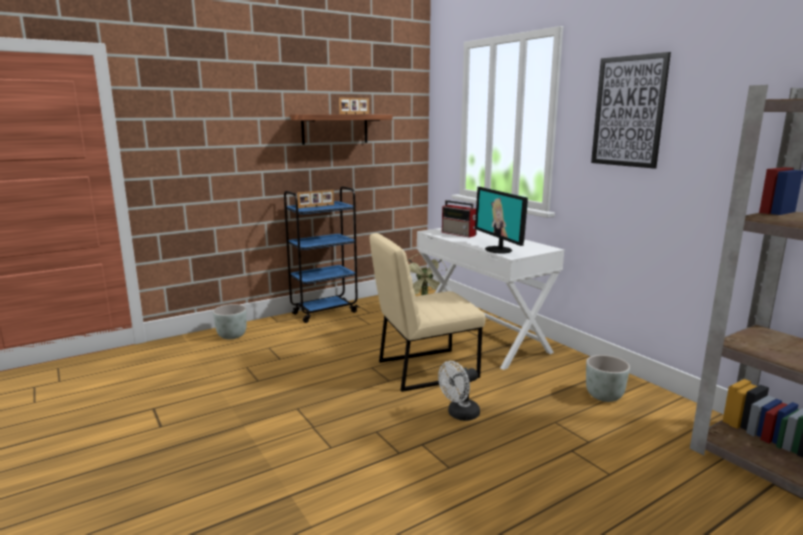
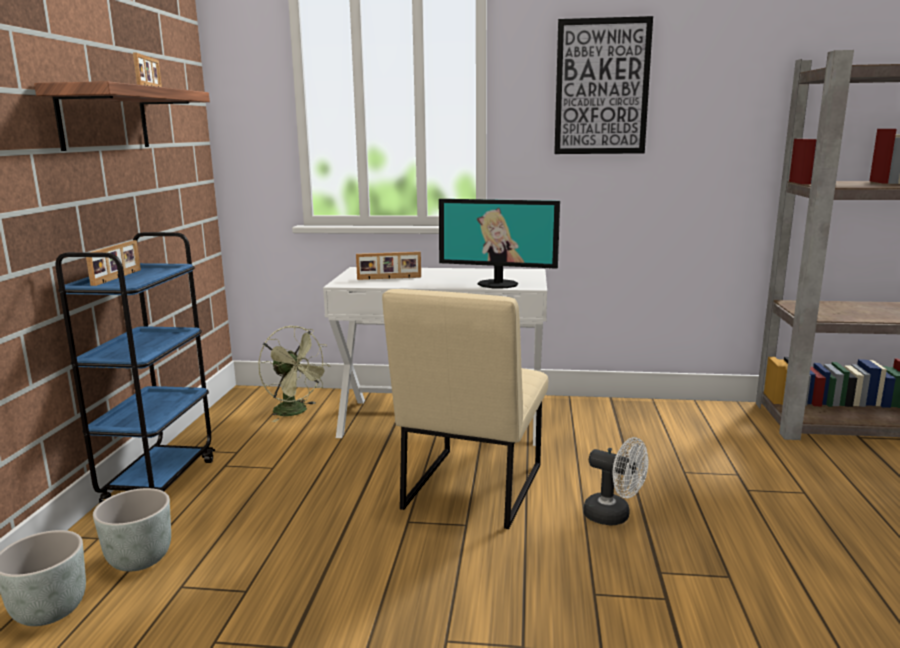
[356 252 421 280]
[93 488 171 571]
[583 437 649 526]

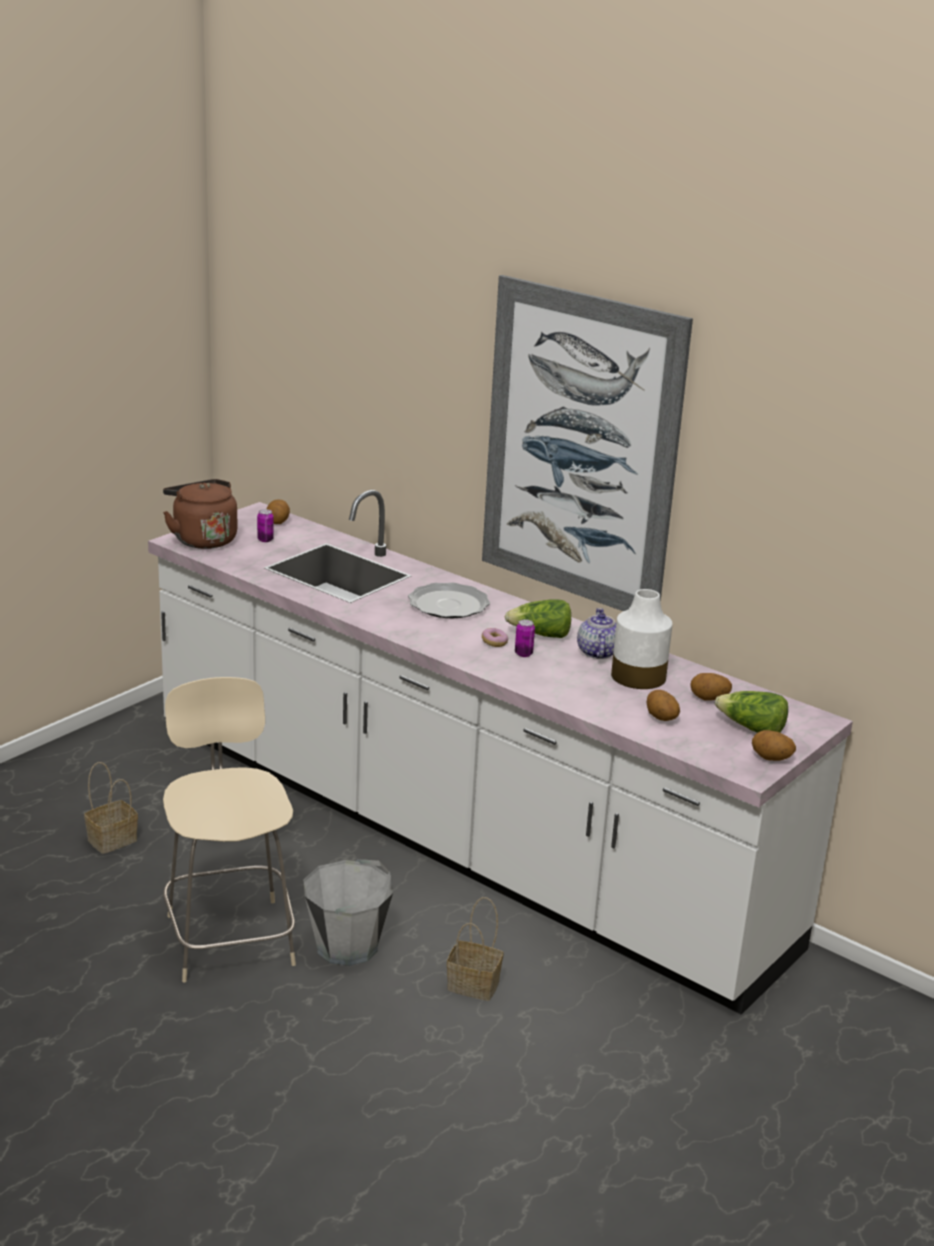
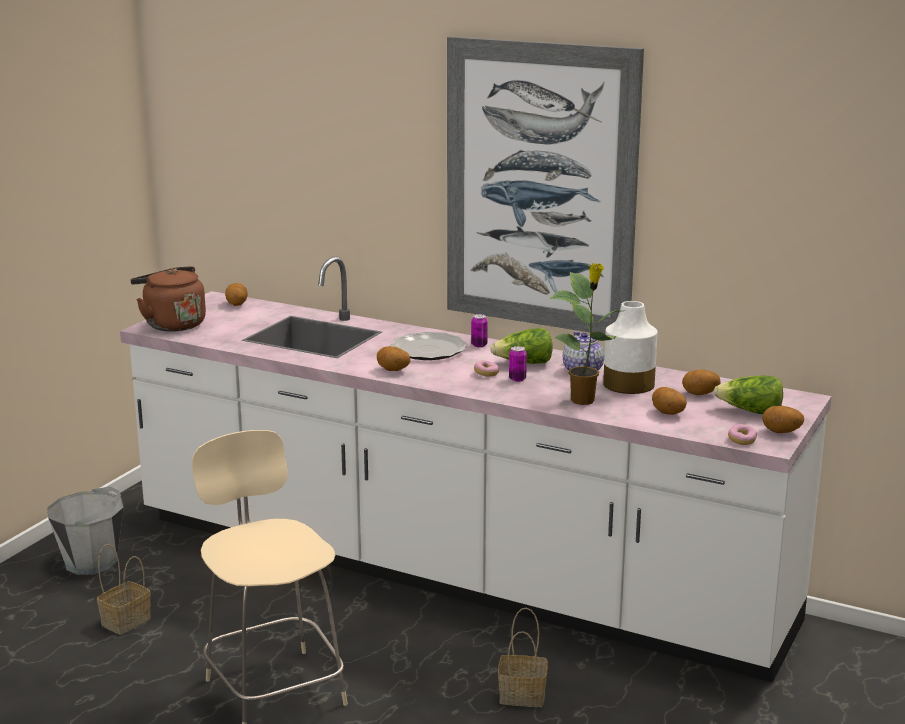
[471 314 488 347]
[47 486 124 575]
[550 263 621 405]
[377 346 410 371]
[728 424 757 445]

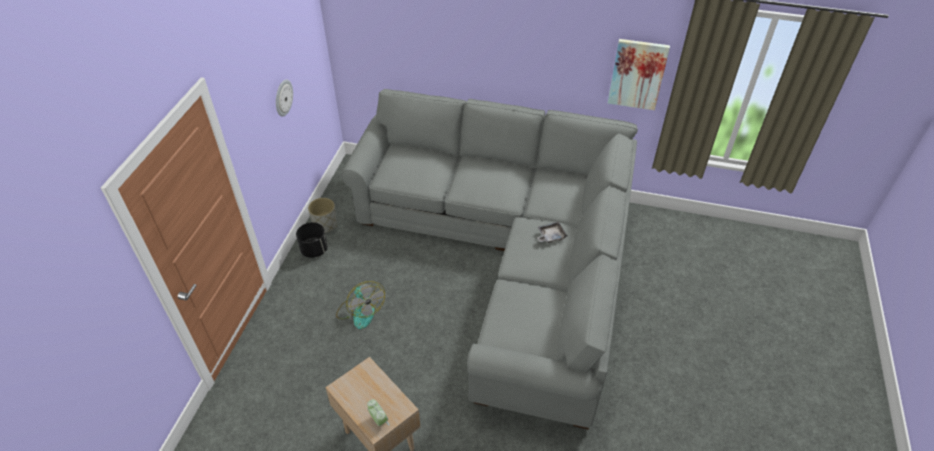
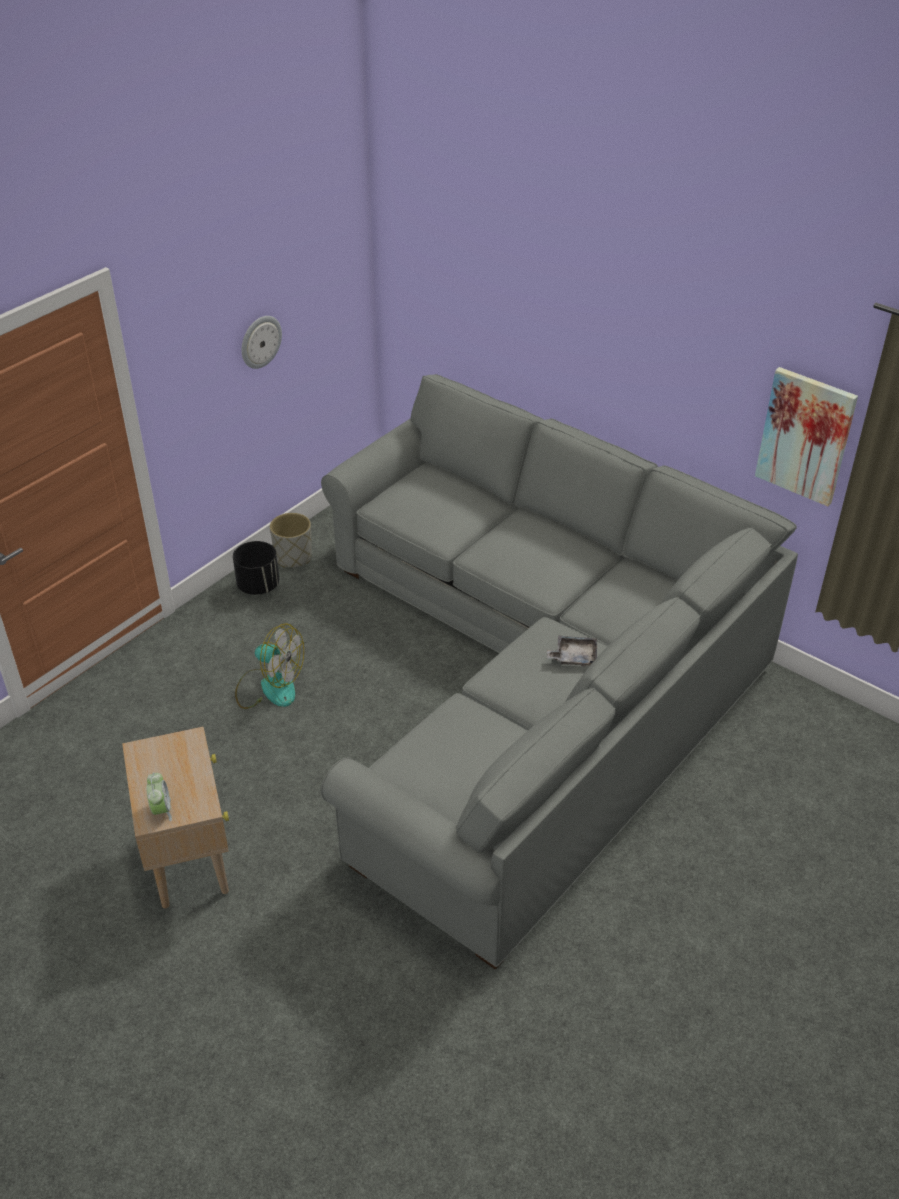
[235 623 304 709]

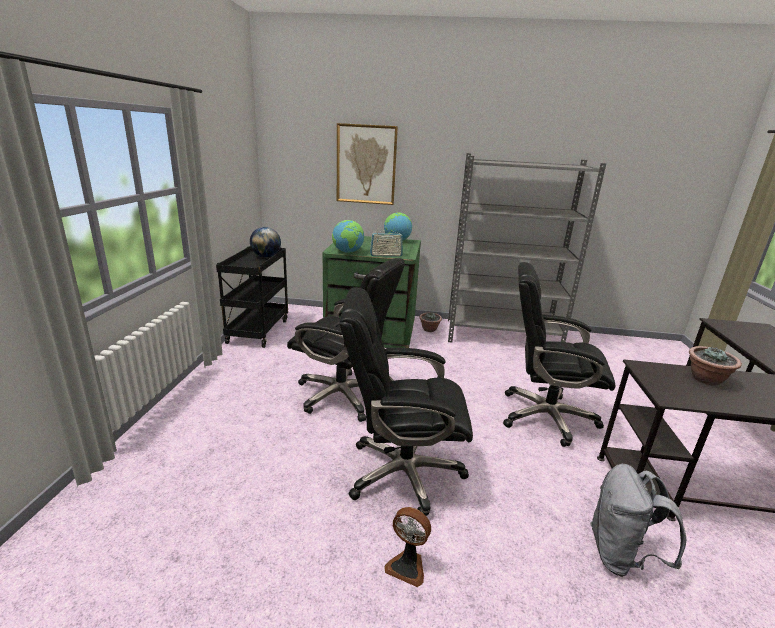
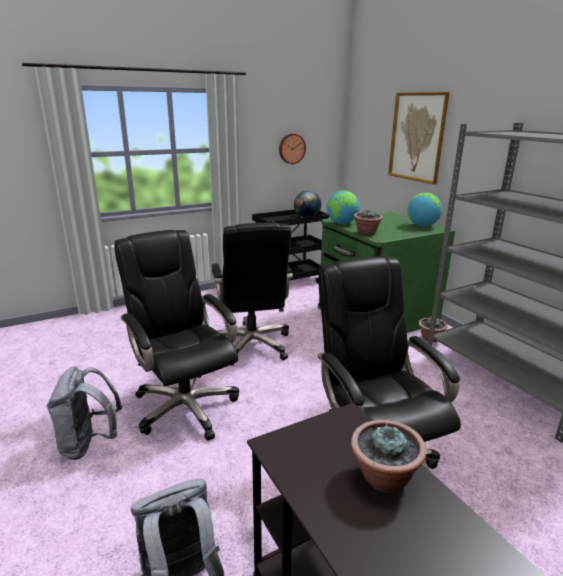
[354 210 383 235]
[46 367 122 460]
[279 134 306 164]

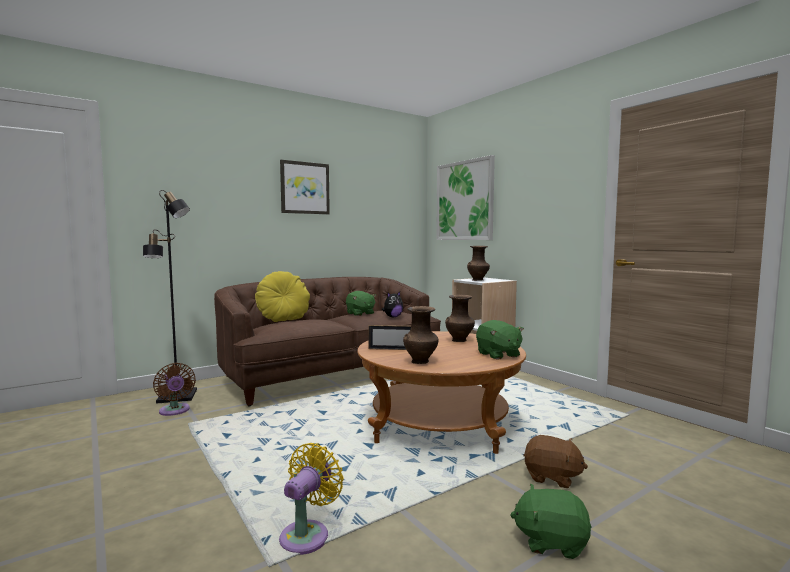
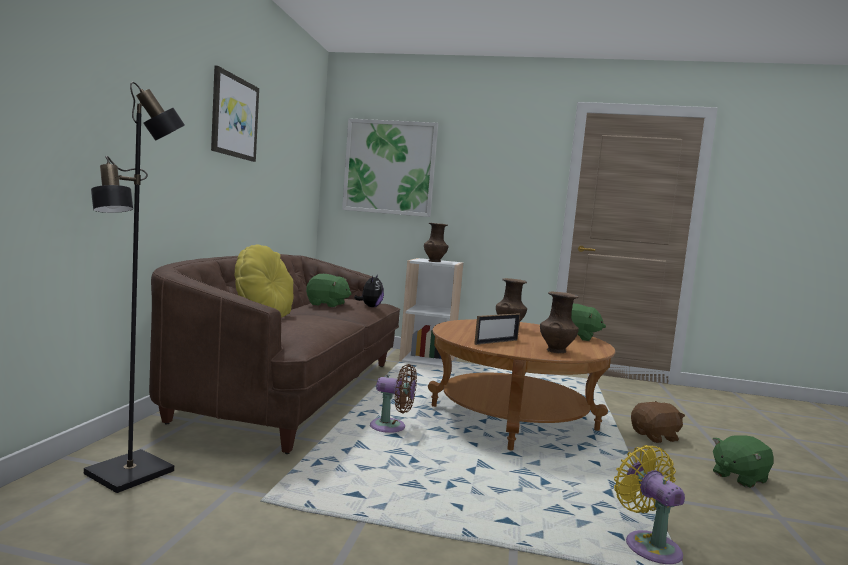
[370 364 417 433]

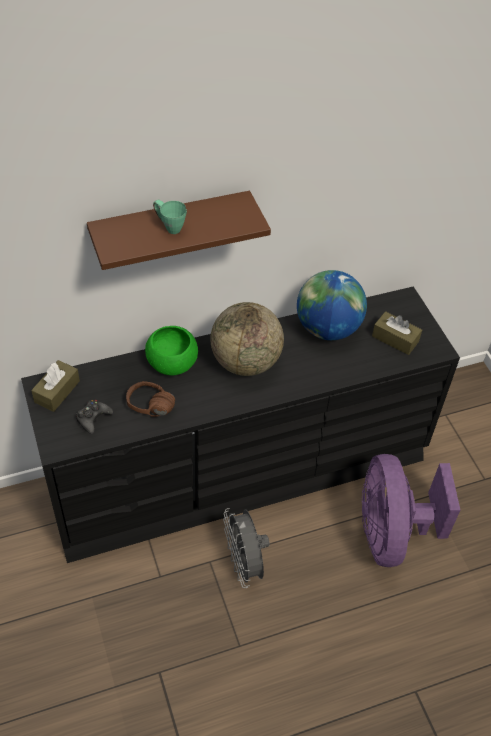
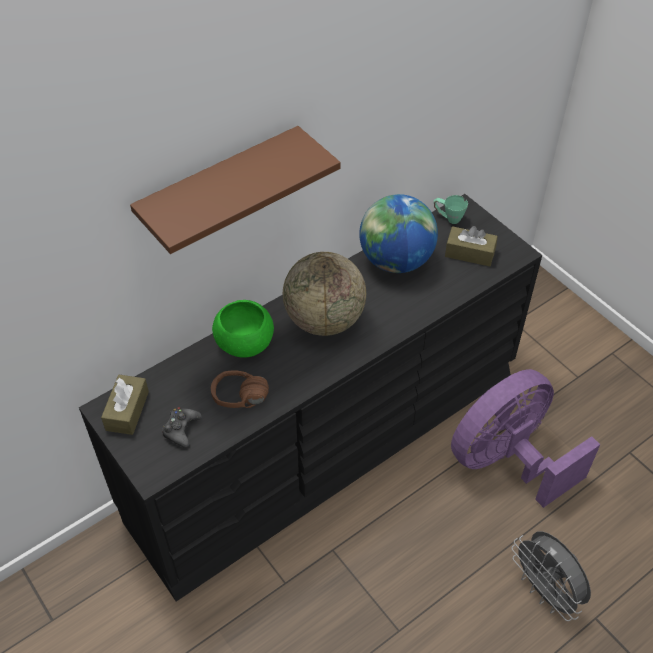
[434 195 468 224]
[451 369 600 508]
[511 531 591 621]

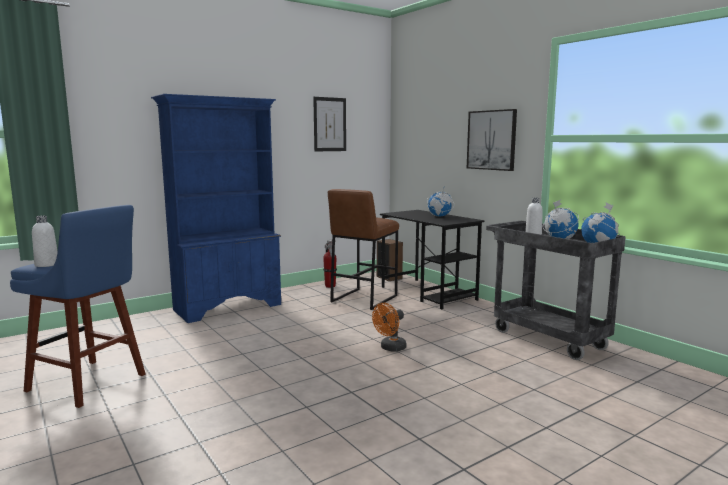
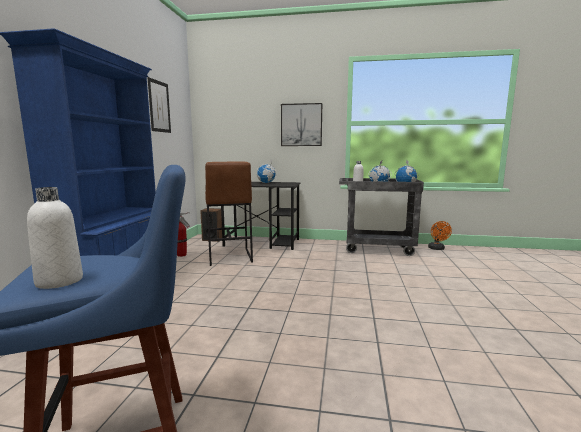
[428 221 452 250]

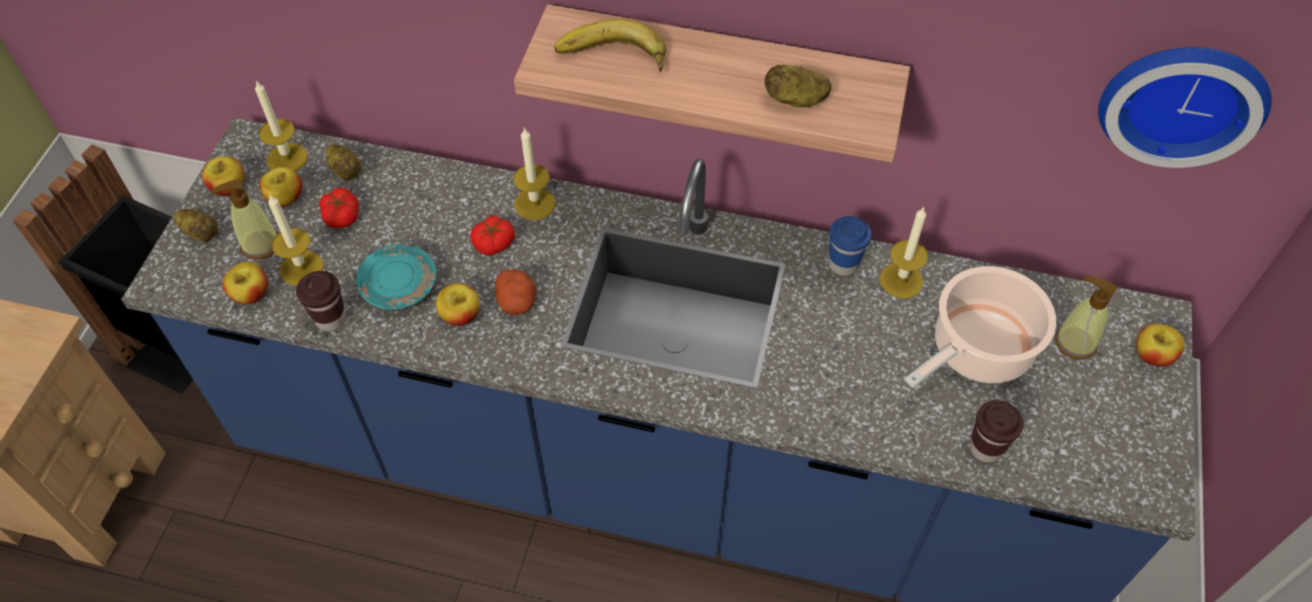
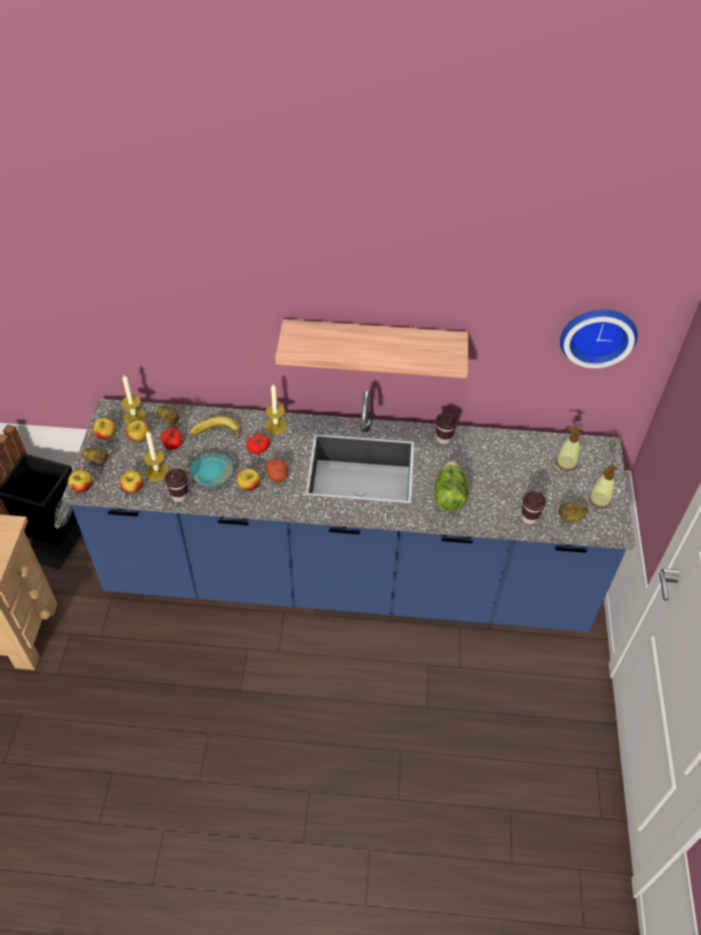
[190 416 240 439]
[558 503 588 522]
[589 464 618 509]
[880 206 928 298] (first image)
[436 412 457 444]
[904 266 1056 388] (first image)
[68 470 92 492]
[434 460 468 511]

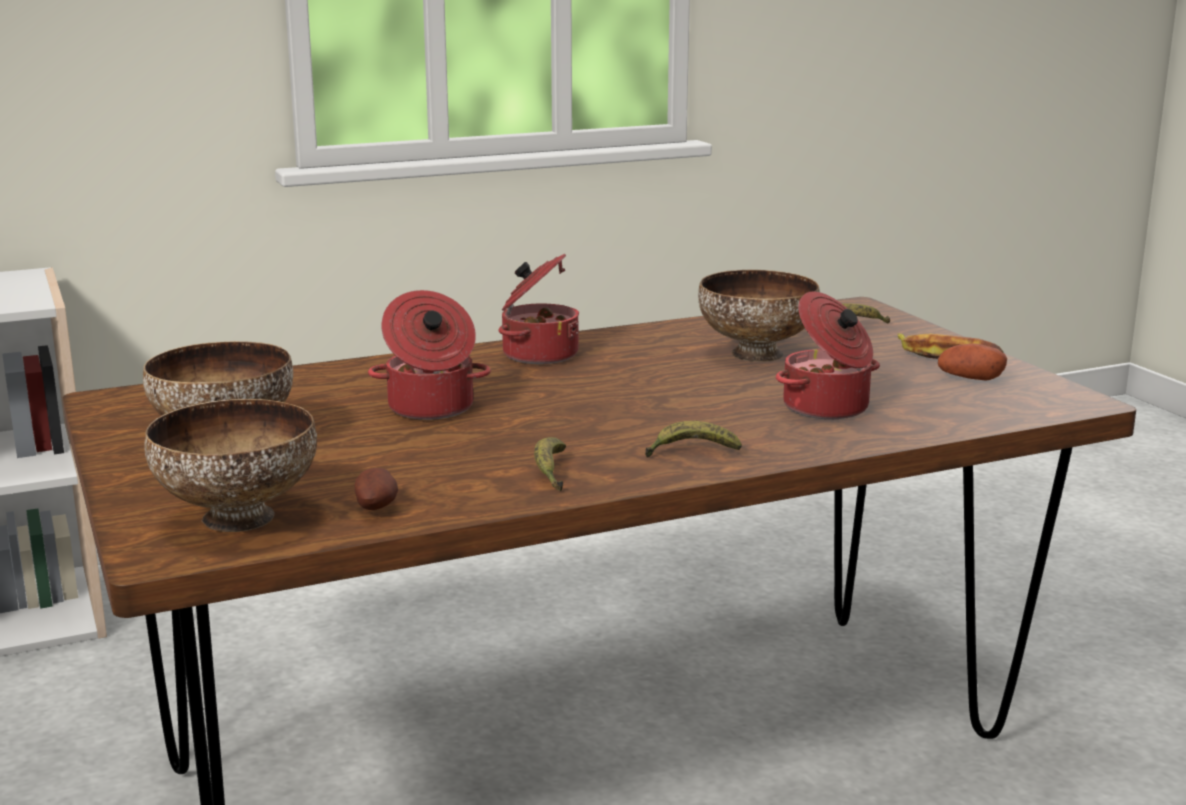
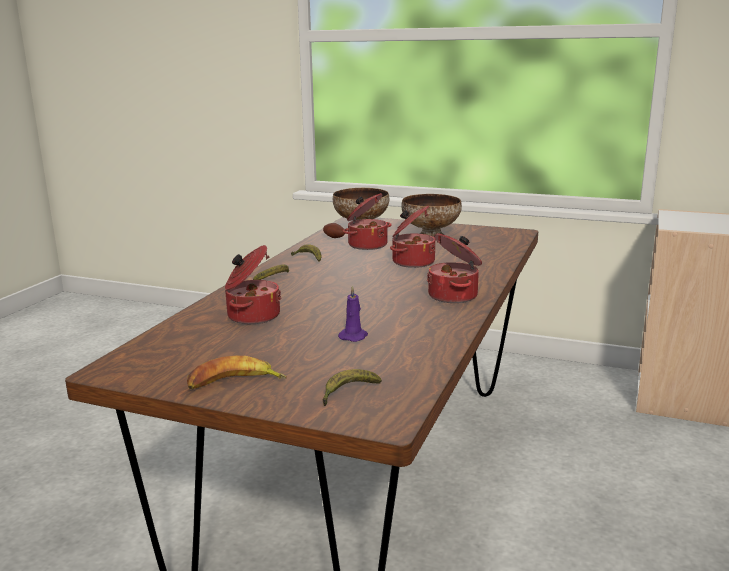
[338 285 368 342]
[938 343 1007 381] (first image)
[343 193 392 250]

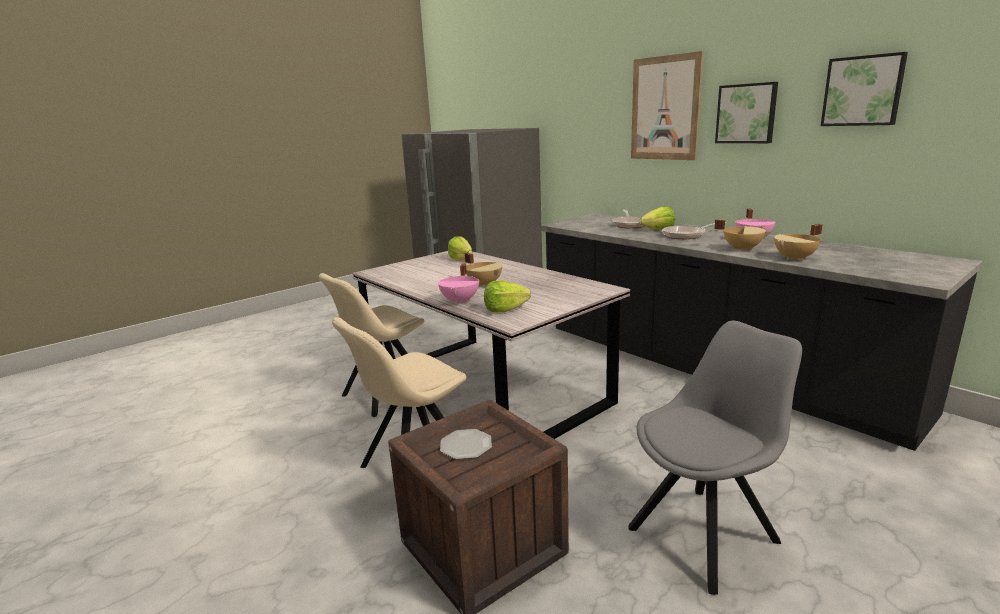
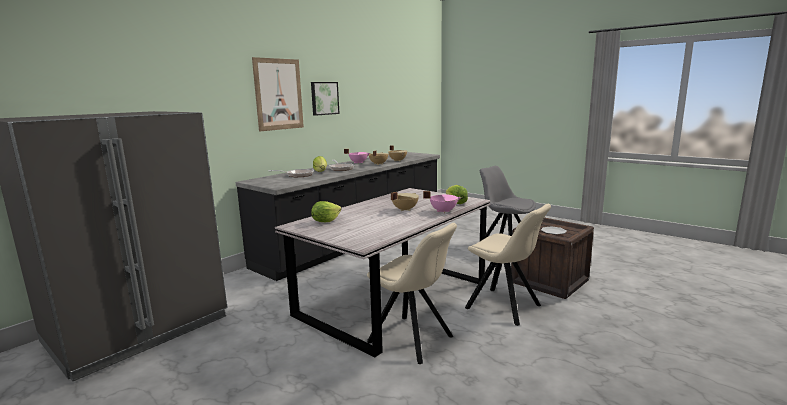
[821 52 908 126] (first image)

